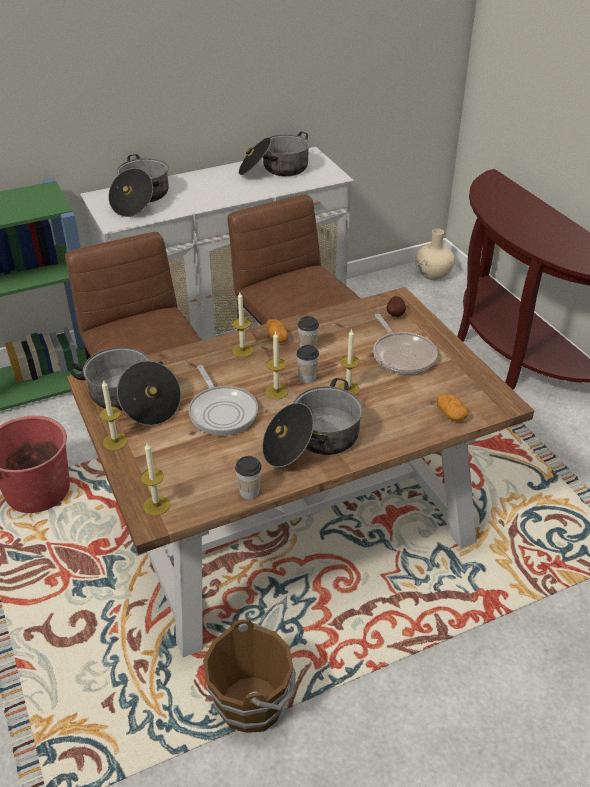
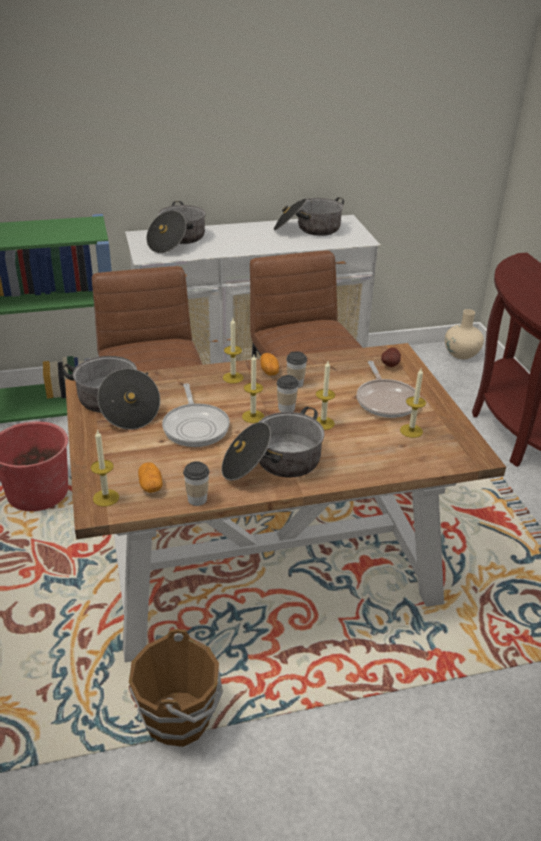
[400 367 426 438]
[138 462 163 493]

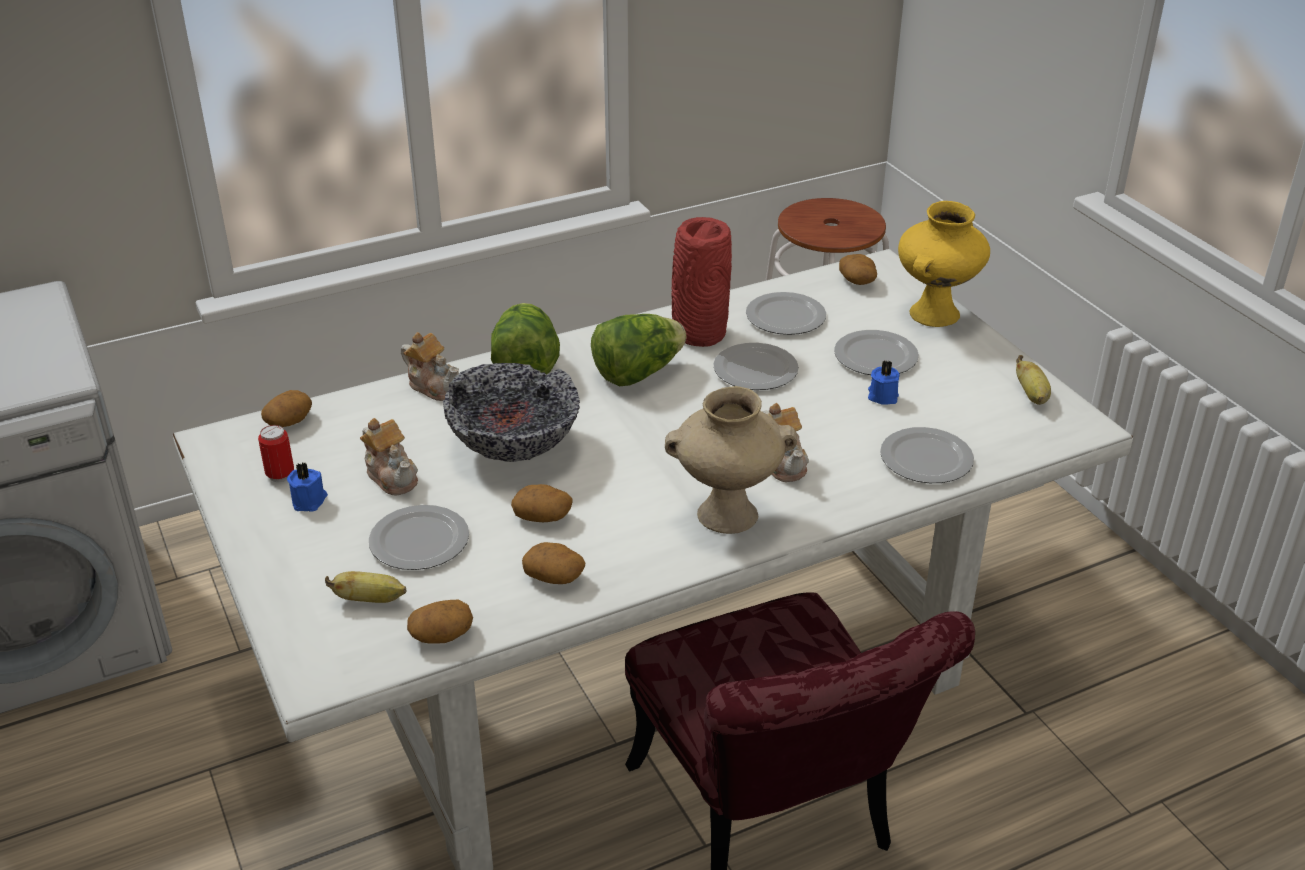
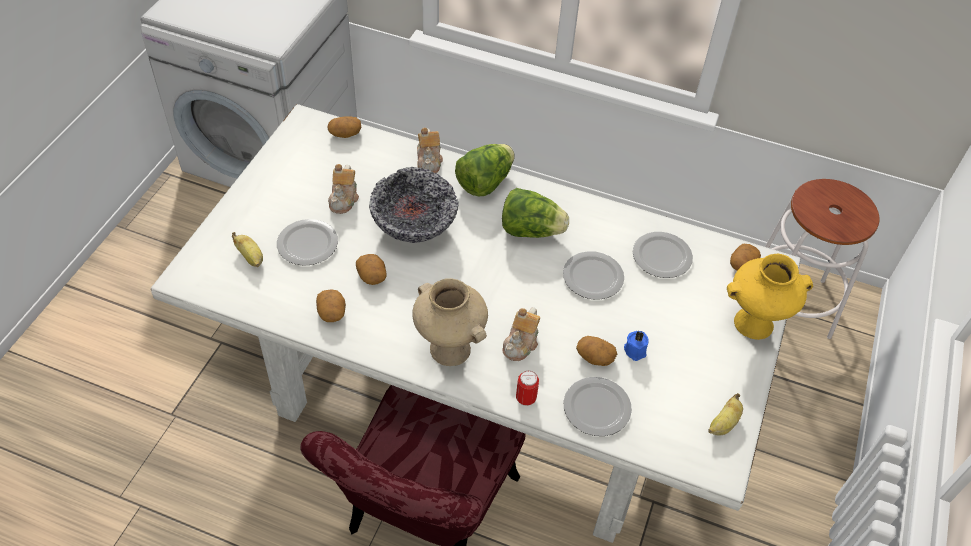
[671 217 732 347] (first image)
[834 330 919 375] (first image)
[516 371 539 406]
[287 463 328 512] (first image)
[576 336 617 366]

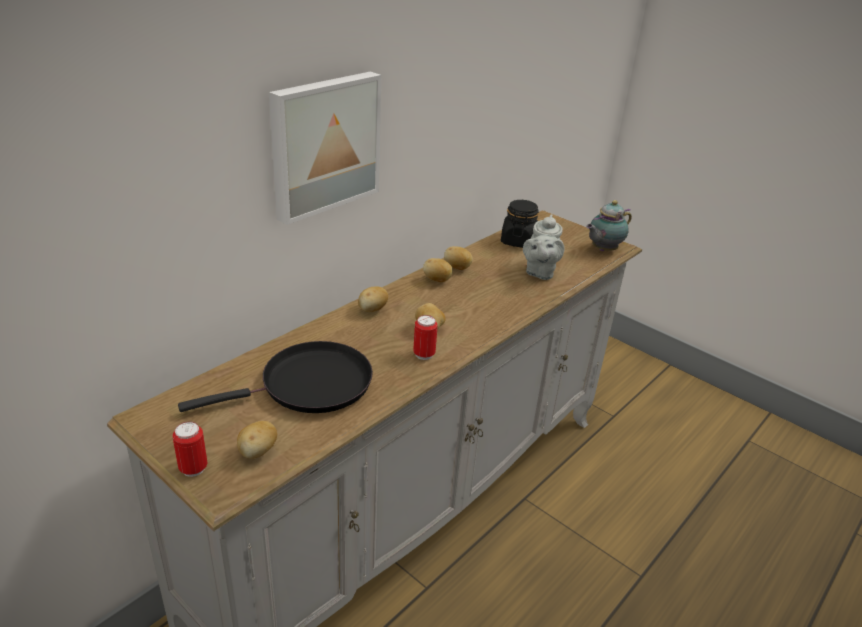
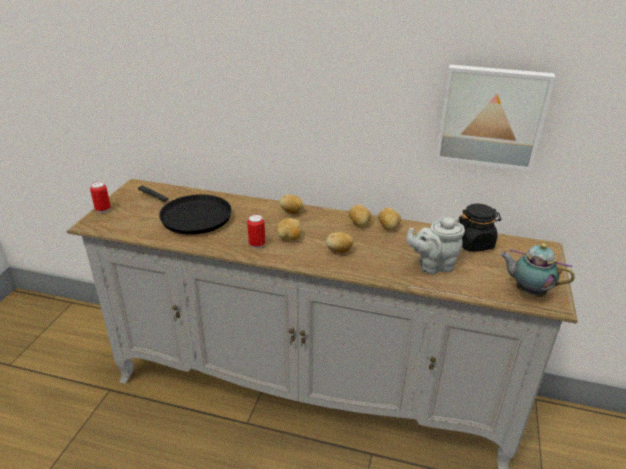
[435 64 555 171]
[326 232 353 253]

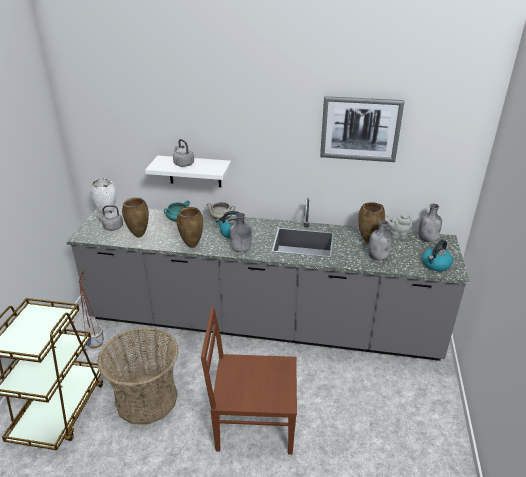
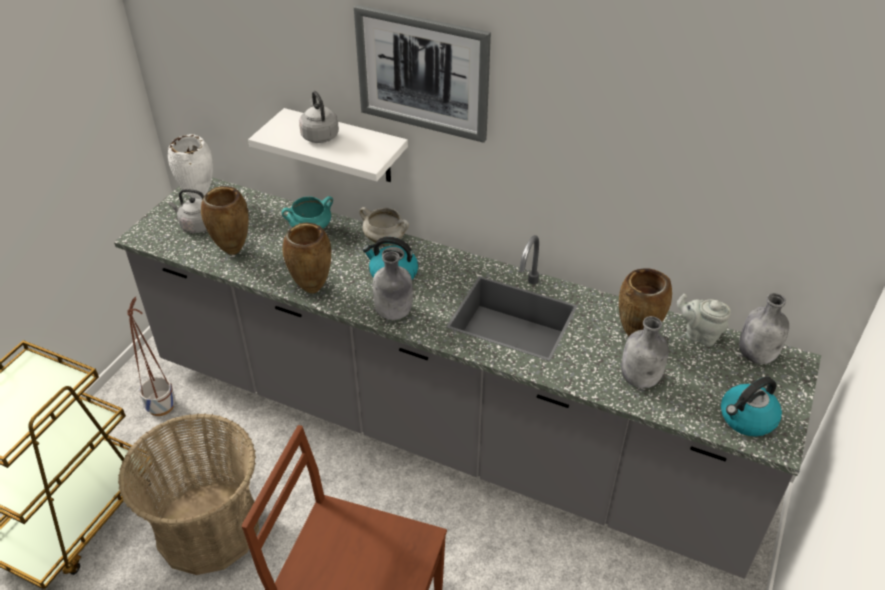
[354 5 491 143]

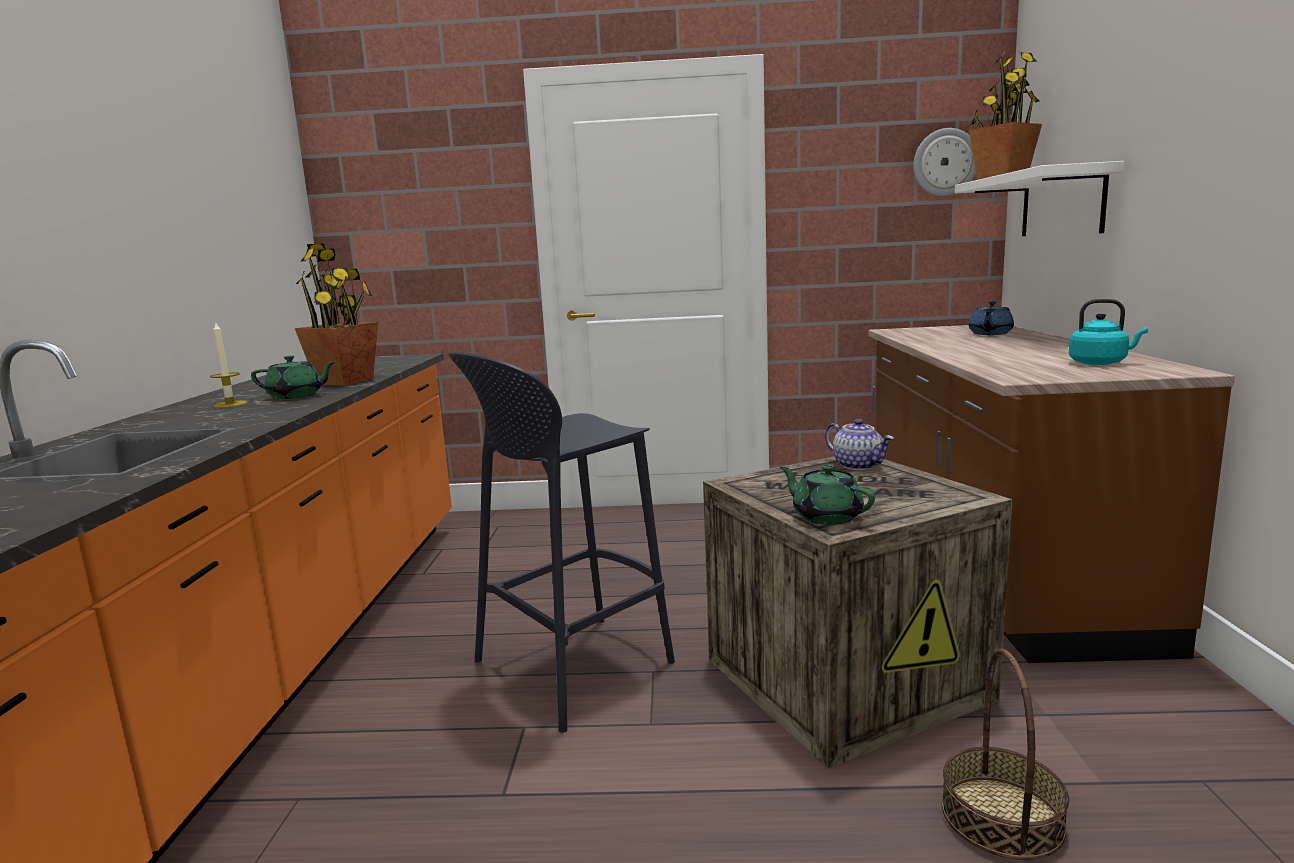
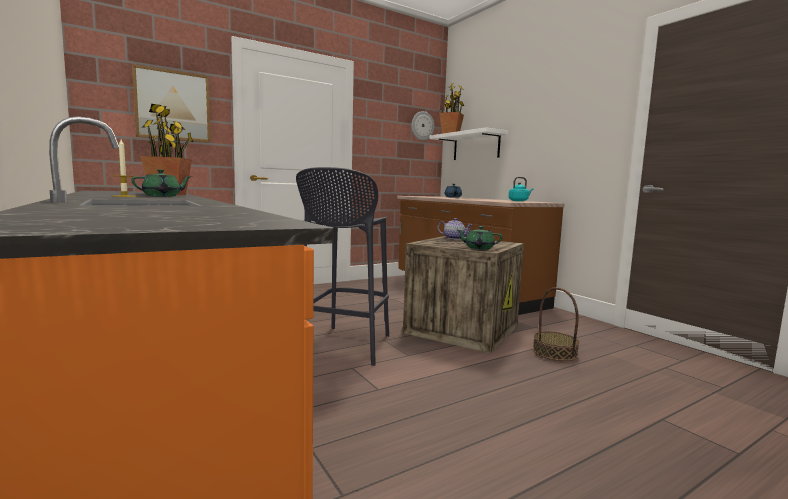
[132 64 211 143]

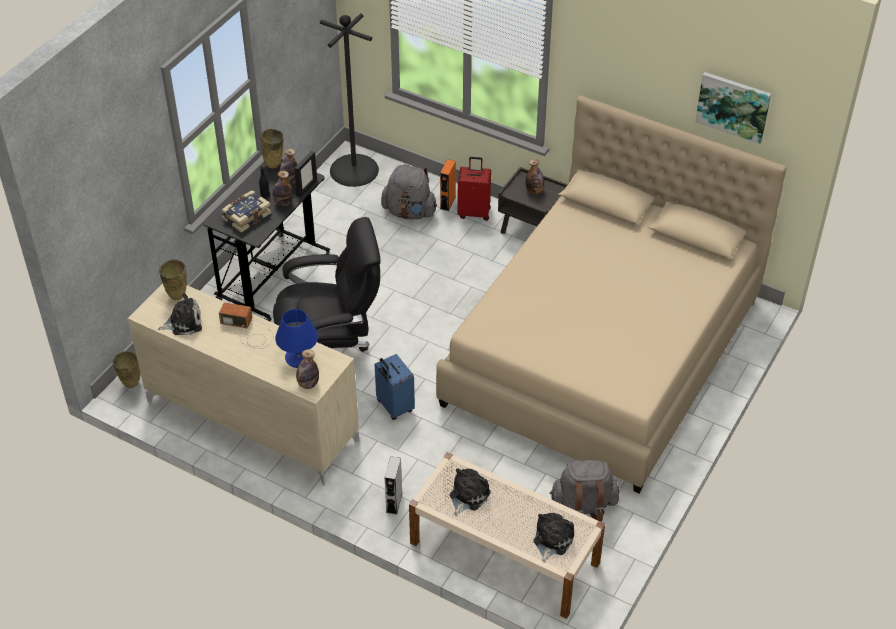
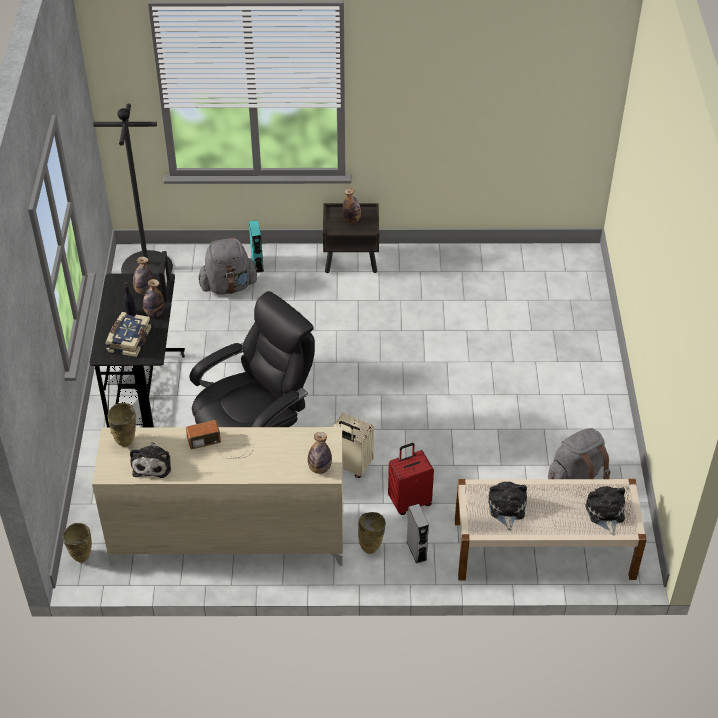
[695 72 771 144] (first image)
[436 96 786 493] (first image)
[358 512 386 554]
[388 443 434 515]
[249 220 264 273]
[130 442 171 478]
[275 309 318 368] (first image)
[333 413 374 478]

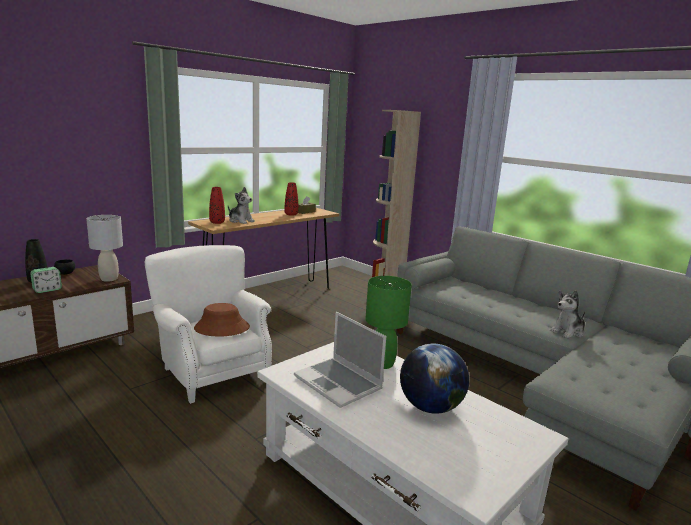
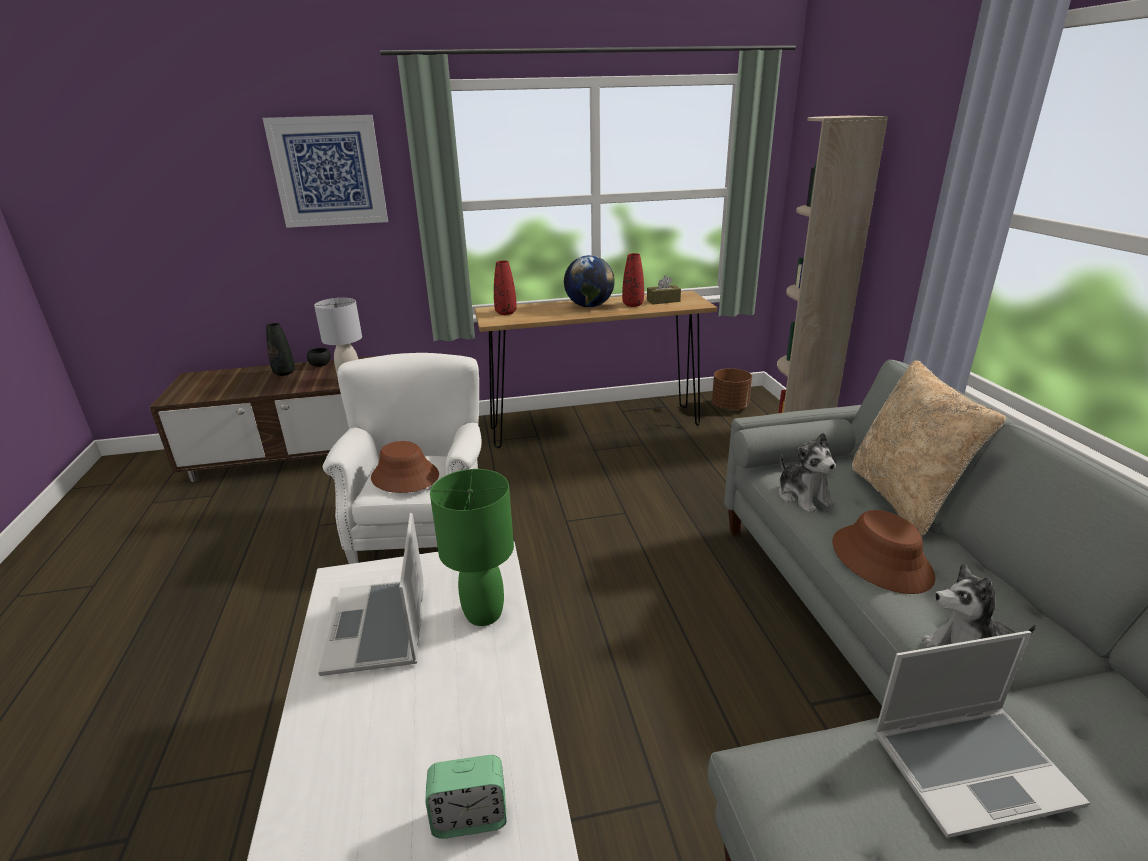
[778 433 836 513]
[425 755 506 839]
[564 255 615 307]
[263 115 388 228]
[852 360 1006 536]
[712 368 752 411]
[832 510 935 594]
[874 631 1090 838]

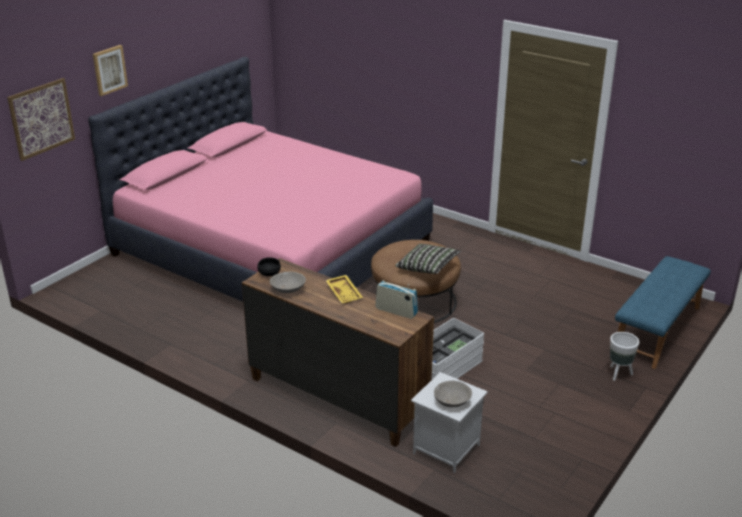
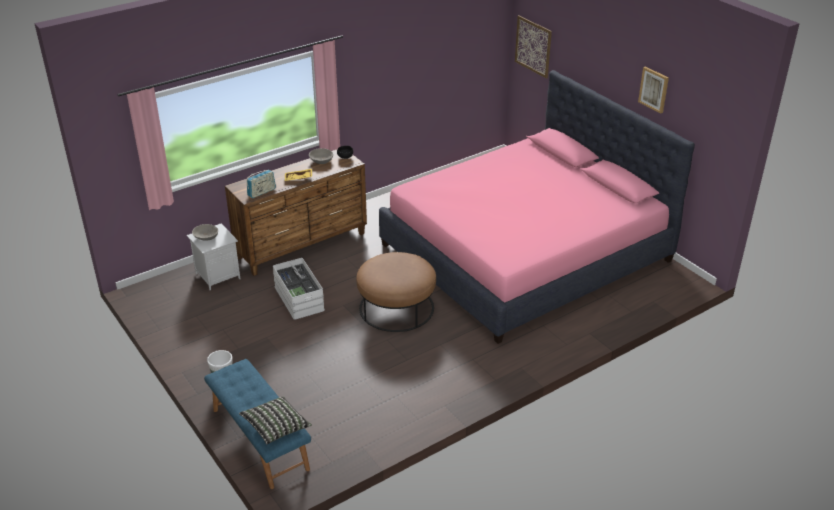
[638 67 669 113]
[239 396 312 444]

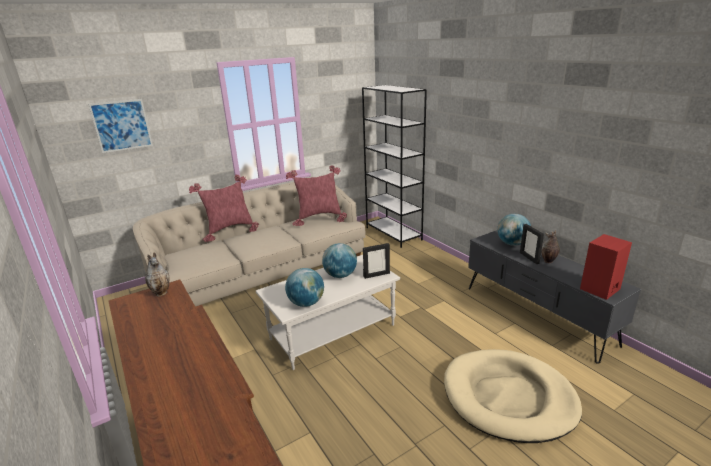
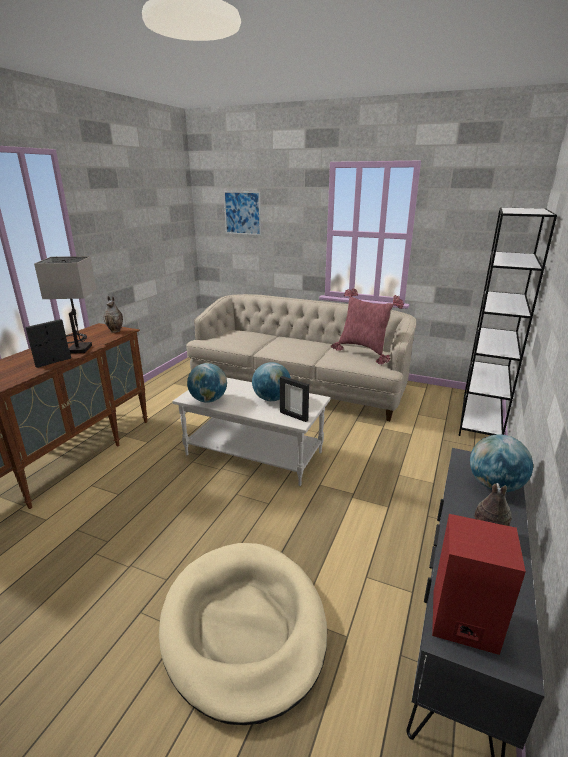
[189 174 259 242] (first image)
[25 319 71 368]
[34 256 96 354]

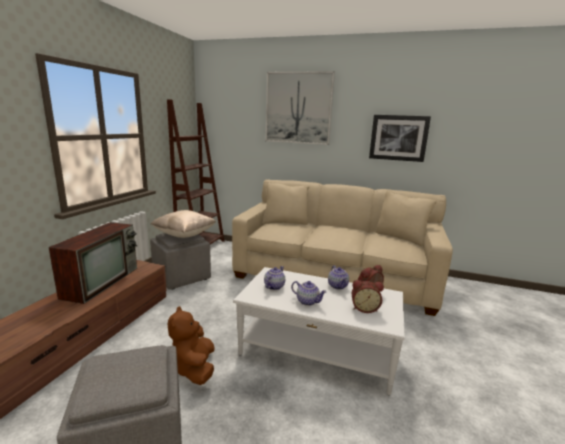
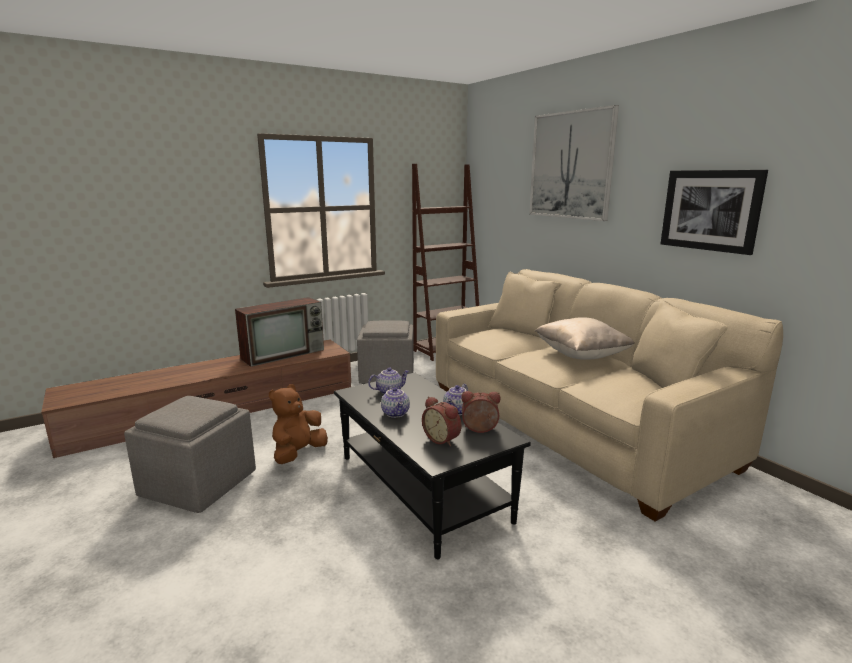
[535 317 635 360]
[334 373 531 560]

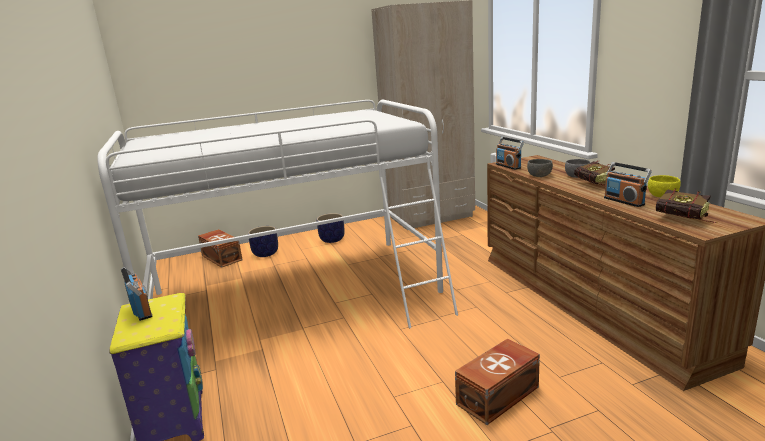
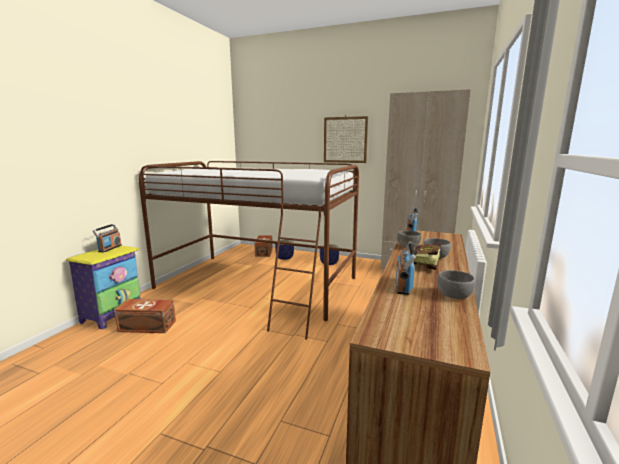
[138 161 359 340]
[437 270 475 299]
[656 188 718 223] (first image)
[114 299 176 333]
[324 115 368 163]

